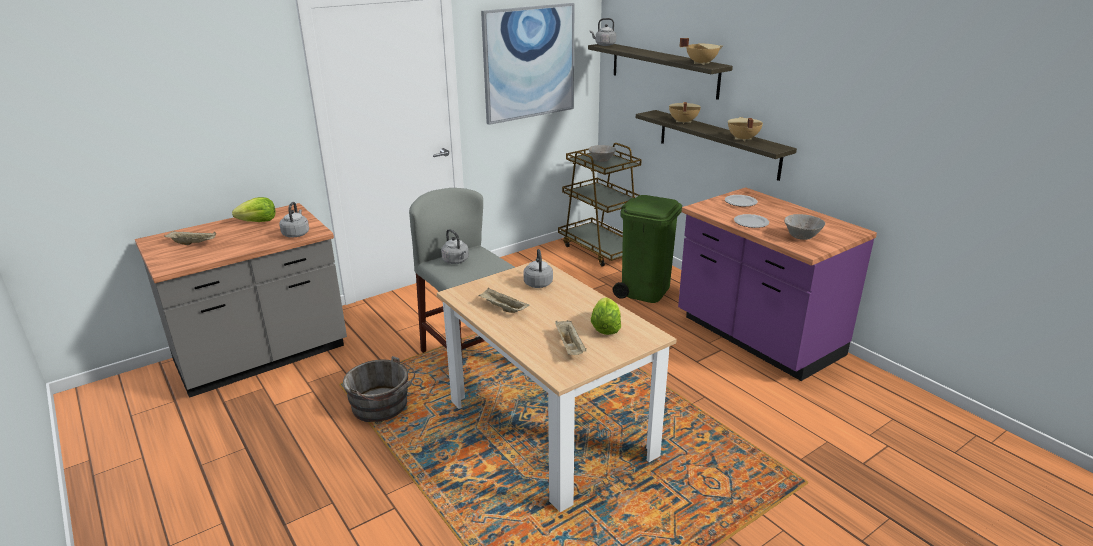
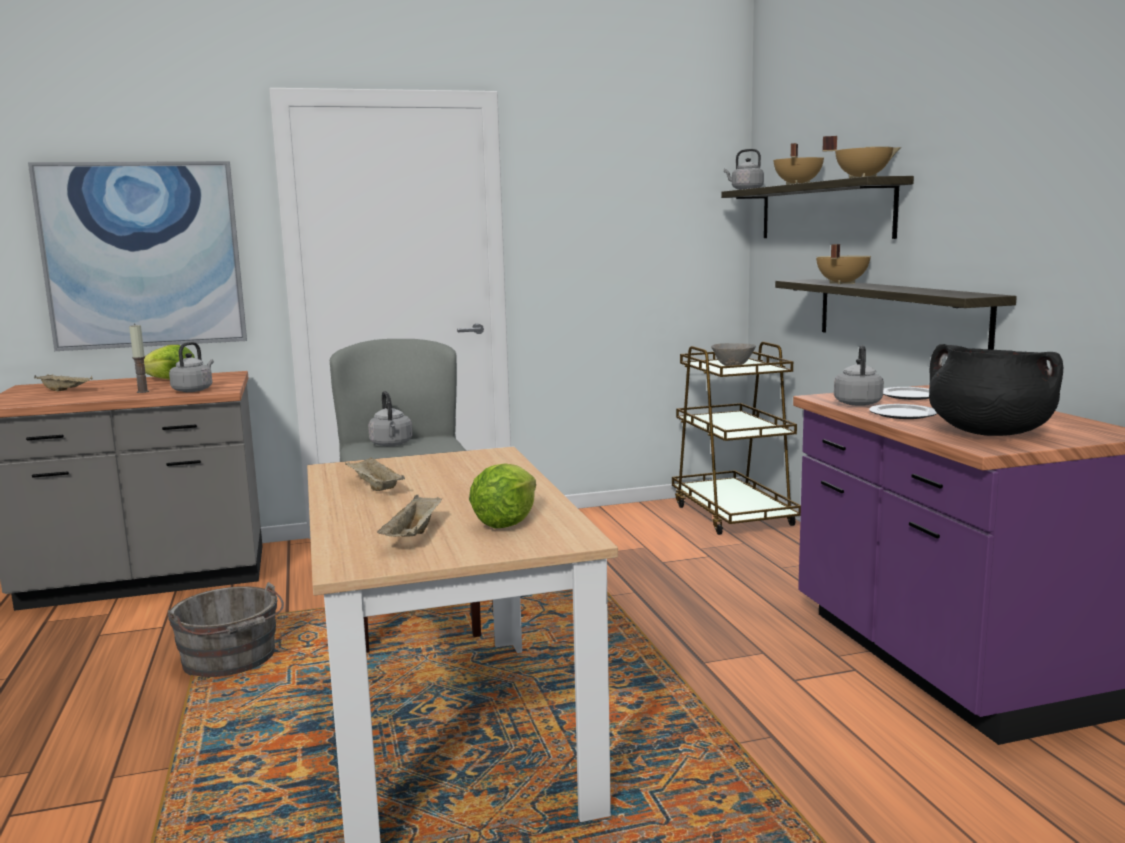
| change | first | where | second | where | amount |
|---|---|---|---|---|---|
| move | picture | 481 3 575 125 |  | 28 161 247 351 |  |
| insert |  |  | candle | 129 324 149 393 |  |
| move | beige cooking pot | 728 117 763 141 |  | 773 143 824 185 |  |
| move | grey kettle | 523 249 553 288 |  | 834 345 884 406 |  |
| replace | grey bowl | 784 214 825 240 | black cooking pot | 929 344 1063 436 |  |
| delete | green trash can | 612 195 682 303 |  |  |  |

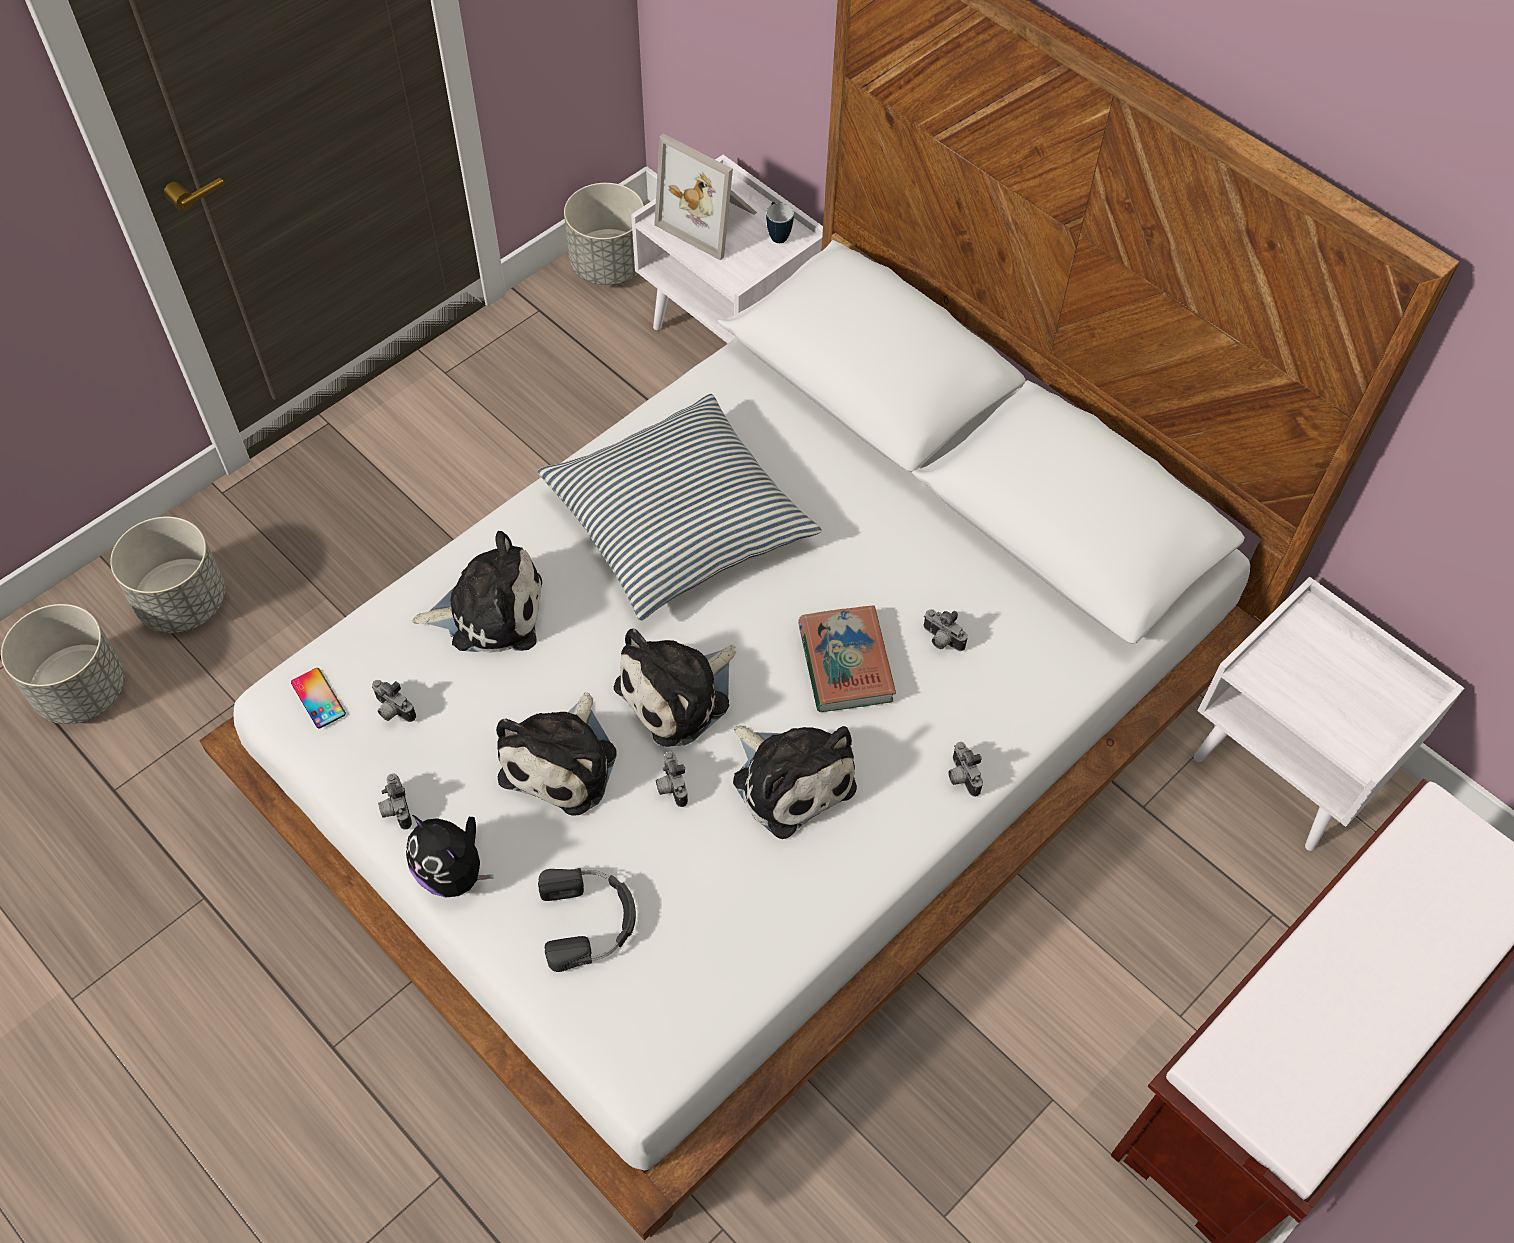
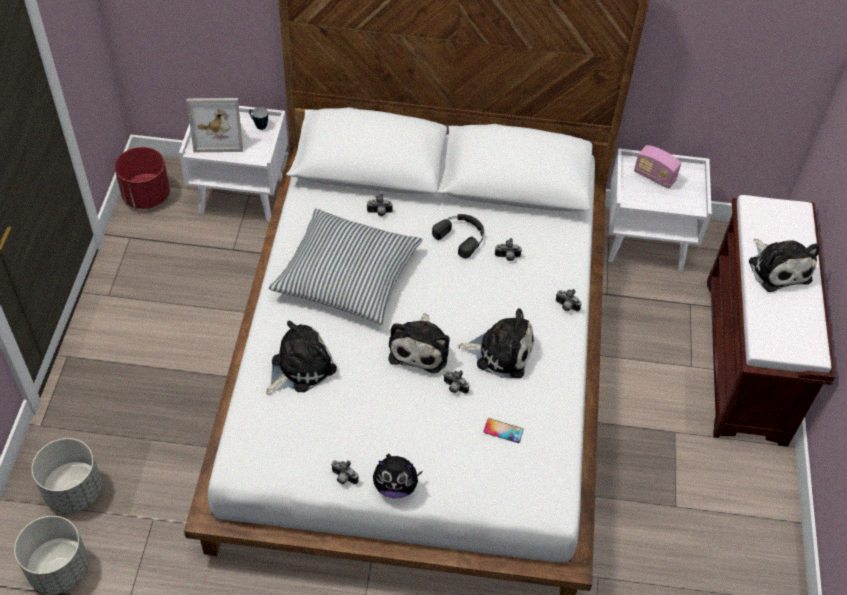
| change | first | where | second | where | amount |
|---|---|---|---|---|---|
| recolor | grey planter | 564 183 644 285 | red planter | 114 147 170 209 |  |
| move | photo camera | 372 680 416 722 |  | 367 194 393 216 |  |
| move | black headphones | 538 868 636 972 |  | 432 214 484 258 |  |
| move | phone | 291 668 346 729 |  | 483 418 524 443 |  |
| insert |  |  | radio | 634 145 681 189 |  |
| move | plush toy | 496 692 617 815 |  | 749 239 819 292 |  |
| delete | book | 798 606 896 712 |  |  |  |

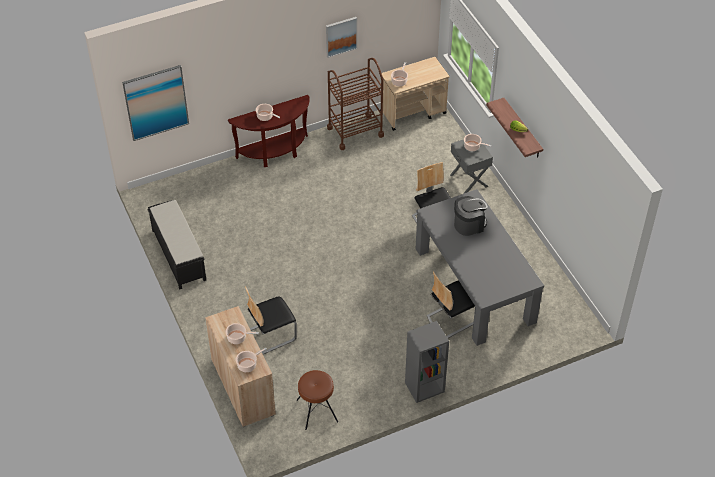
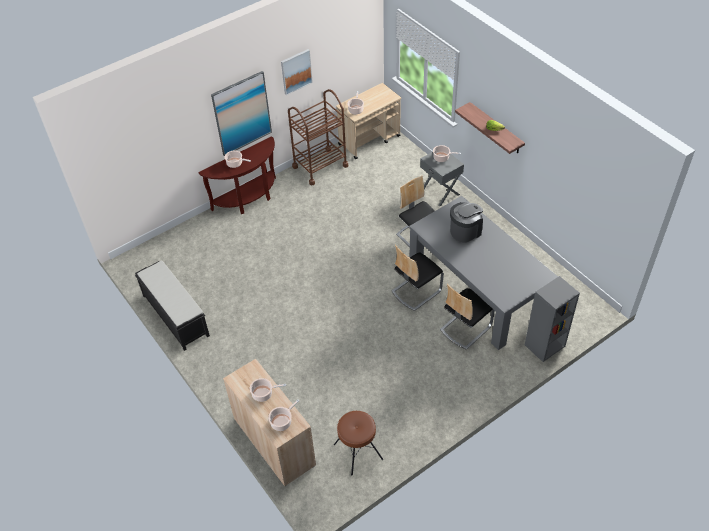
| change | first | where | second | where | amount |
|---|---|---|---|---|---|
| move | picture | 122 65 189 141 |  | 211 71 272 156 |  |
| move | chair | 245 286 297 354 |  | 392 245 444 311 |  |
| move | grey bookcase | 405 321 449 403 |  | 525 276 580 362 |  |

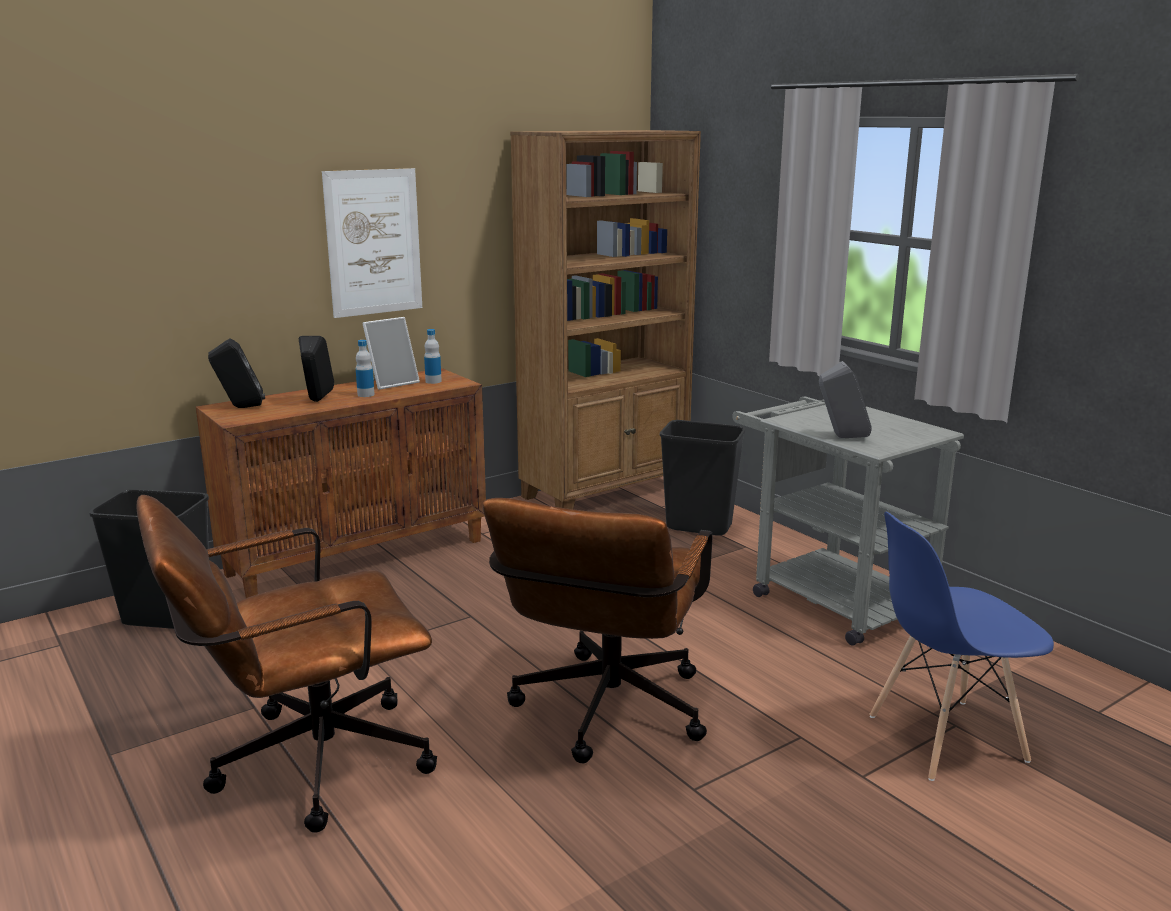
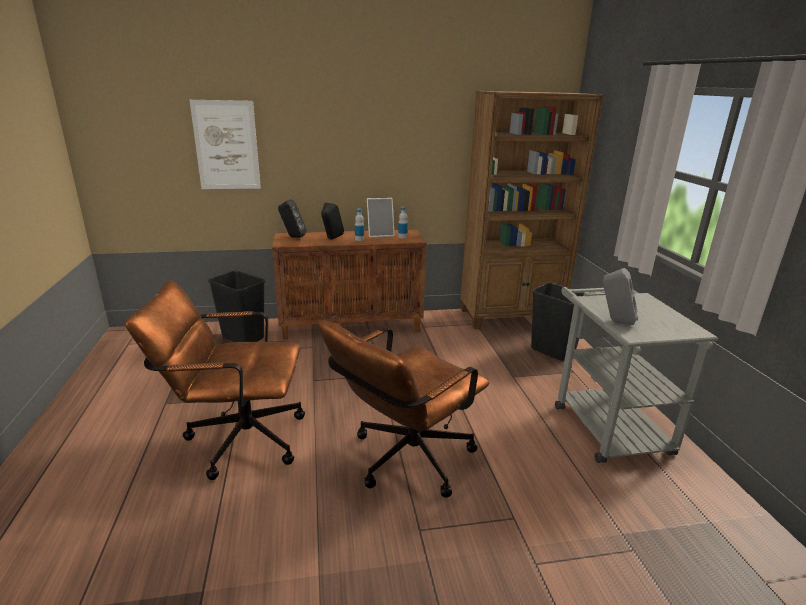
| change | first | where | second | where | amount |
|---|---|---|---|---|---|
| move | picture | 322 168 422 318 |  | 190 100 261 189 |  |
| delete | blue chair | 869 512 1054 781 |  |  |  |

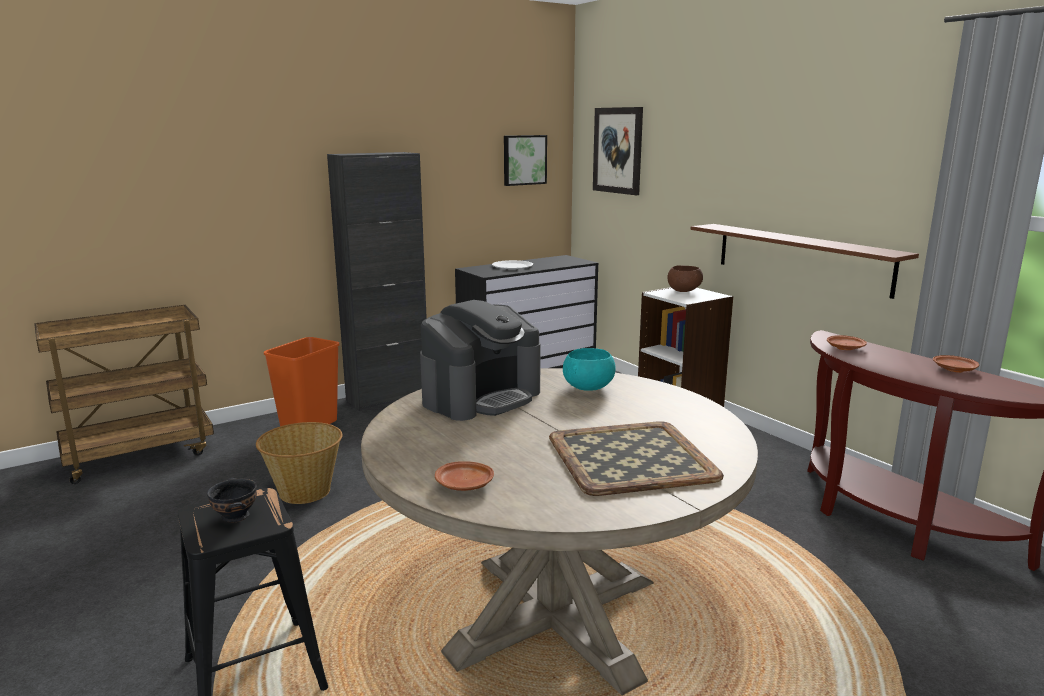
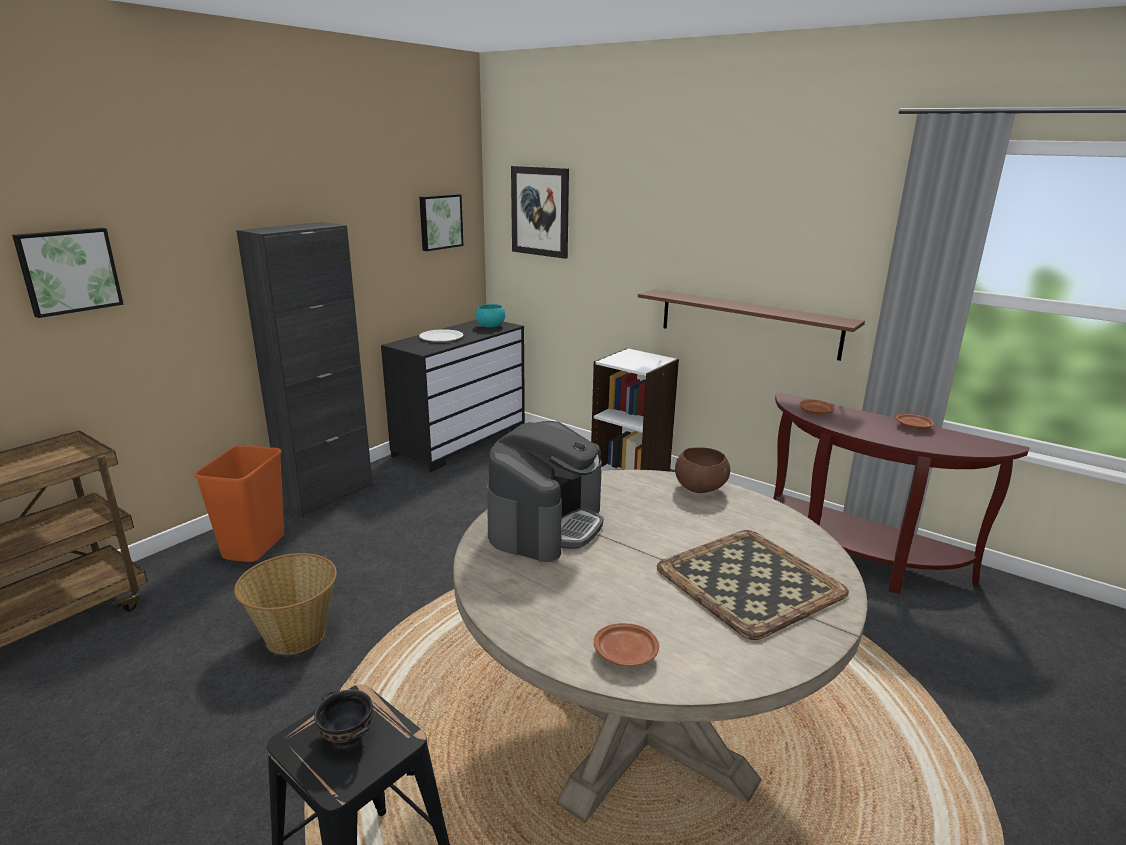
| change | first | where | second | where | amount |
|---|---|---|---|---|---|
| insert |  |  | picture | 12 228 124 318 |  |
| move | turquoise bowl | 563 348 616 391 |  | 476 304 505 327 |  |
| move | brown bowl | 667 265 703 292 |  | 675 447 730 493 |  |

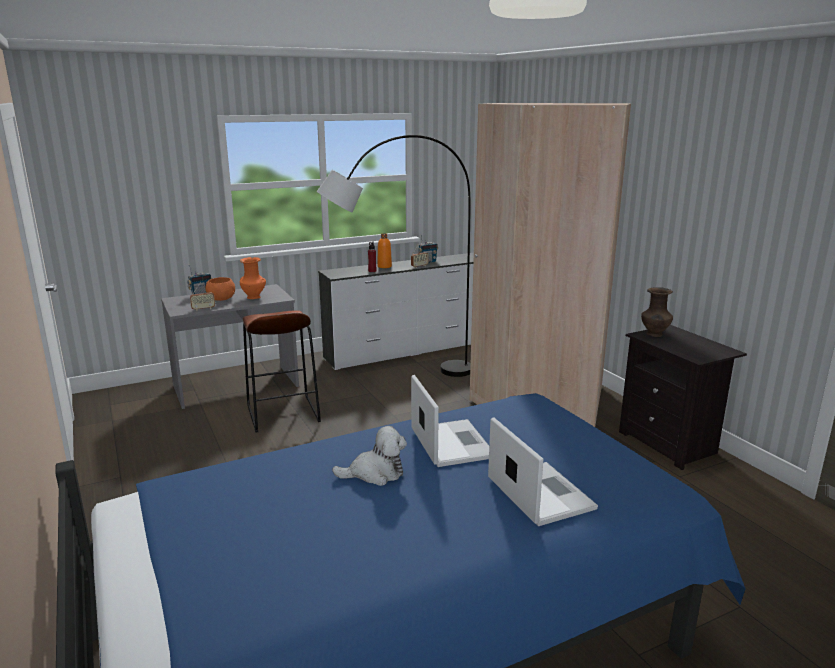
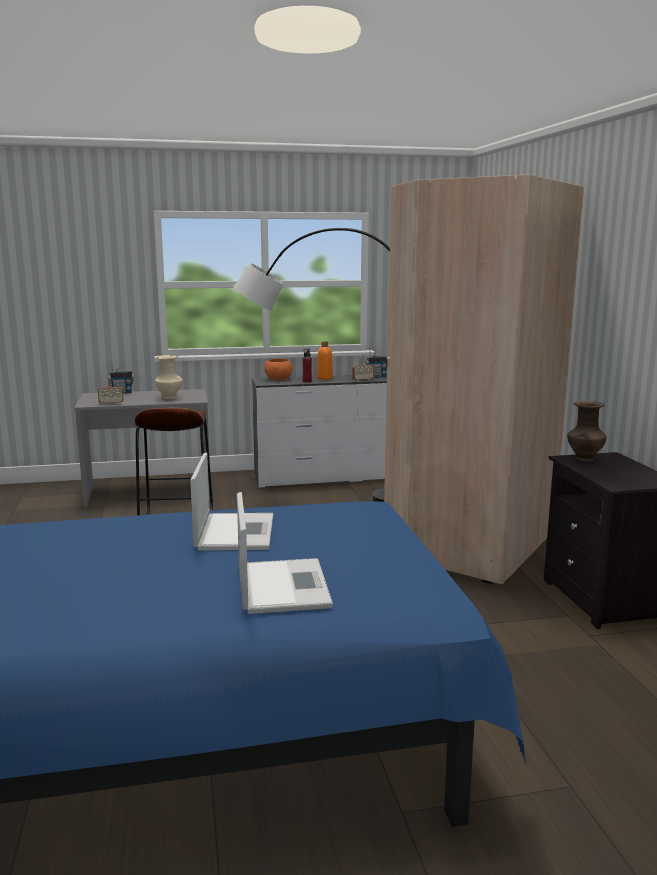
| change | first | where | second | where | amount |
|---|---|---|---|---|---|
| recolor | orange vase | 240 257 266 299 | beige vase | 155 355 183 399 |  |
| move | orange bowl | 206 277 235 301 |  | 264 358 293 380 |  |
| delete | plush toy | 332 426 407 486 |  |  |  |

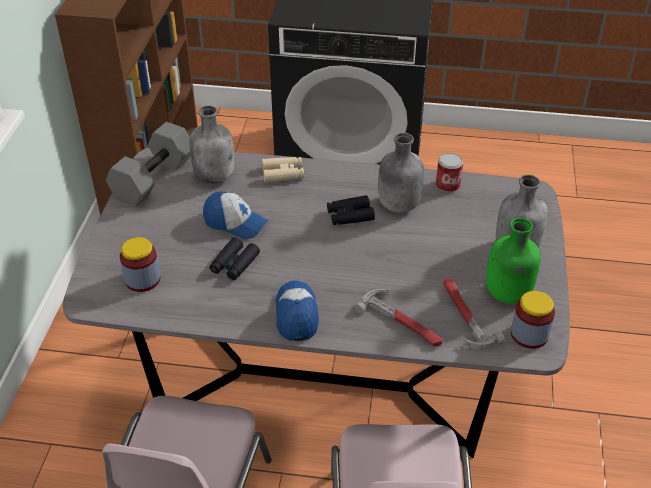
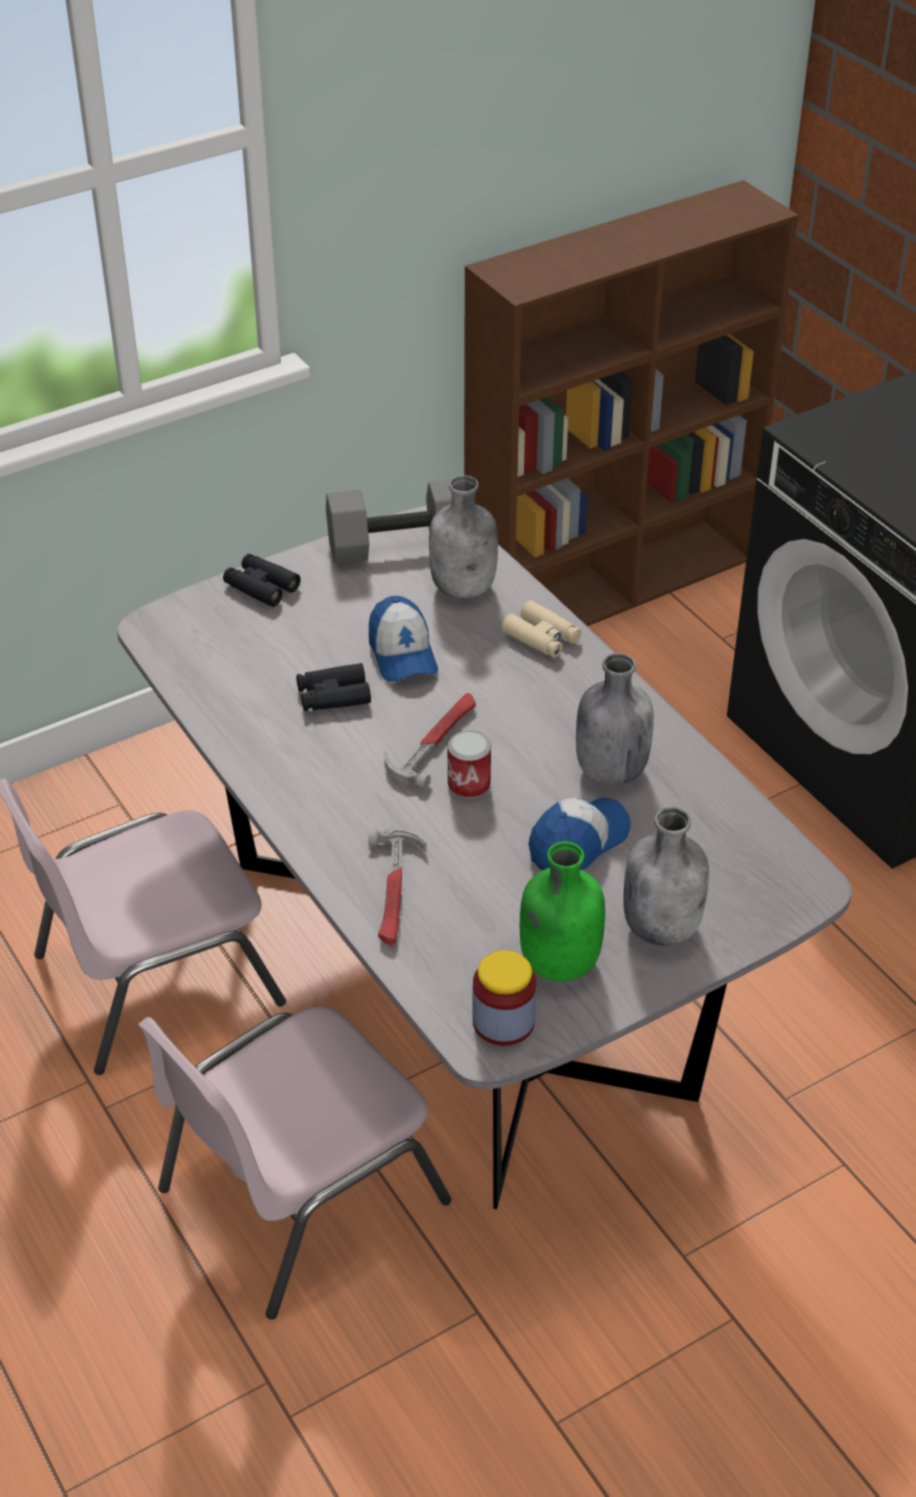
| change | first | where | second | where | amount |
|---|---|---|---|---|---|
| move | black binoculars | 327 195 375 225 |  | 223 554 300 607 |  |
| move | hammer | 443 279 505 350 |  | 384 693 476 790 |  |
| move | can | 436 153 463 193 |  | 447 730 491 799 |  |
| move | cap | 276 280 319 341 |  | 529 797 631 870 |  |
| delete | jar | 120 237 160 292 |  |  |  |

